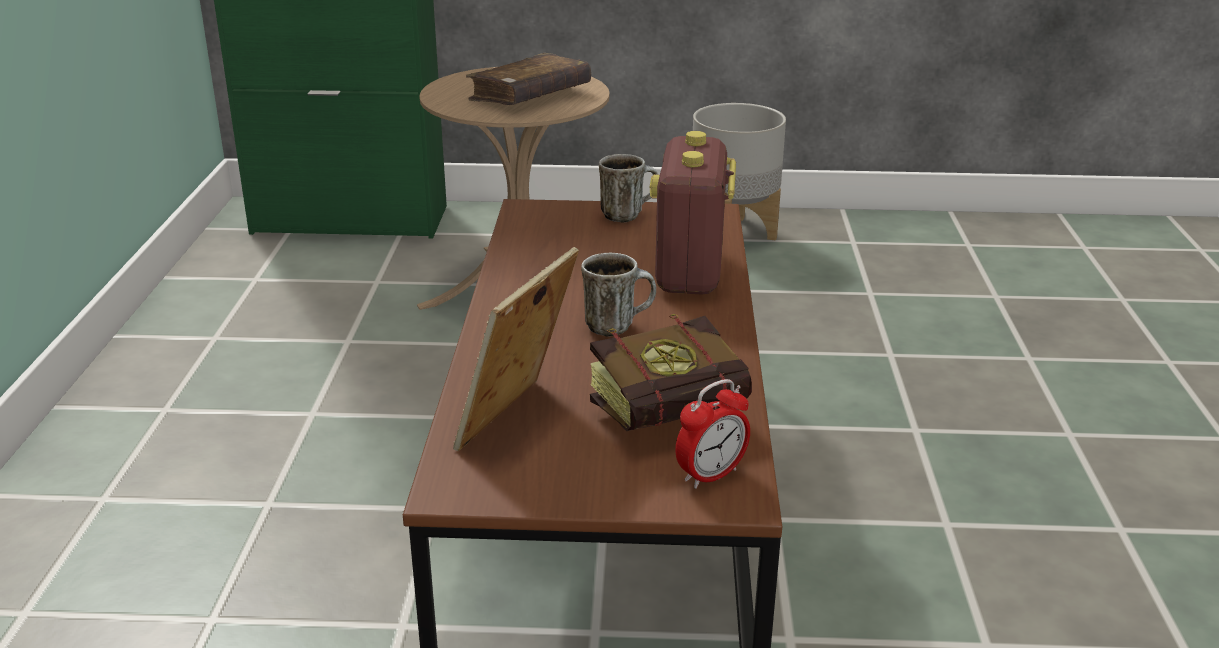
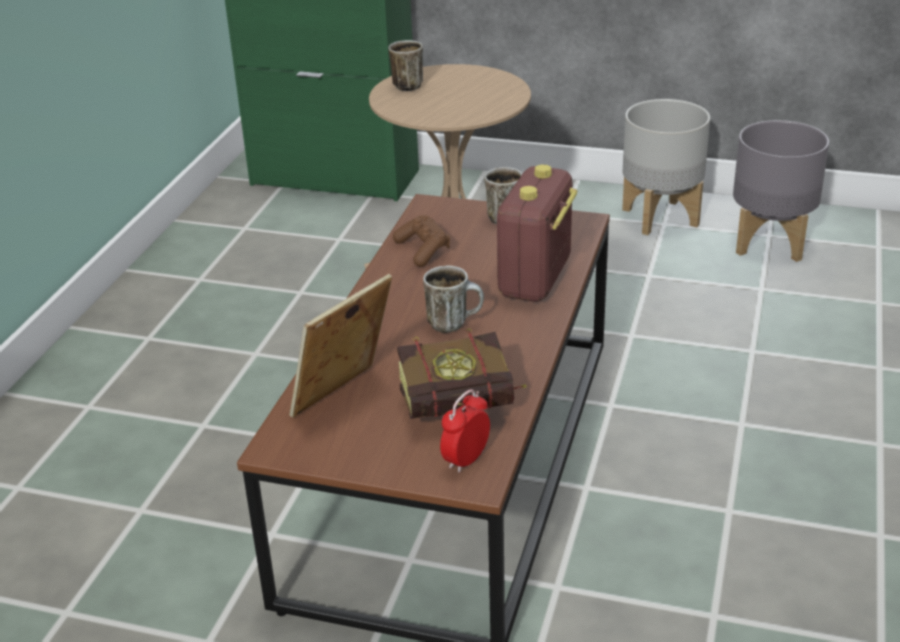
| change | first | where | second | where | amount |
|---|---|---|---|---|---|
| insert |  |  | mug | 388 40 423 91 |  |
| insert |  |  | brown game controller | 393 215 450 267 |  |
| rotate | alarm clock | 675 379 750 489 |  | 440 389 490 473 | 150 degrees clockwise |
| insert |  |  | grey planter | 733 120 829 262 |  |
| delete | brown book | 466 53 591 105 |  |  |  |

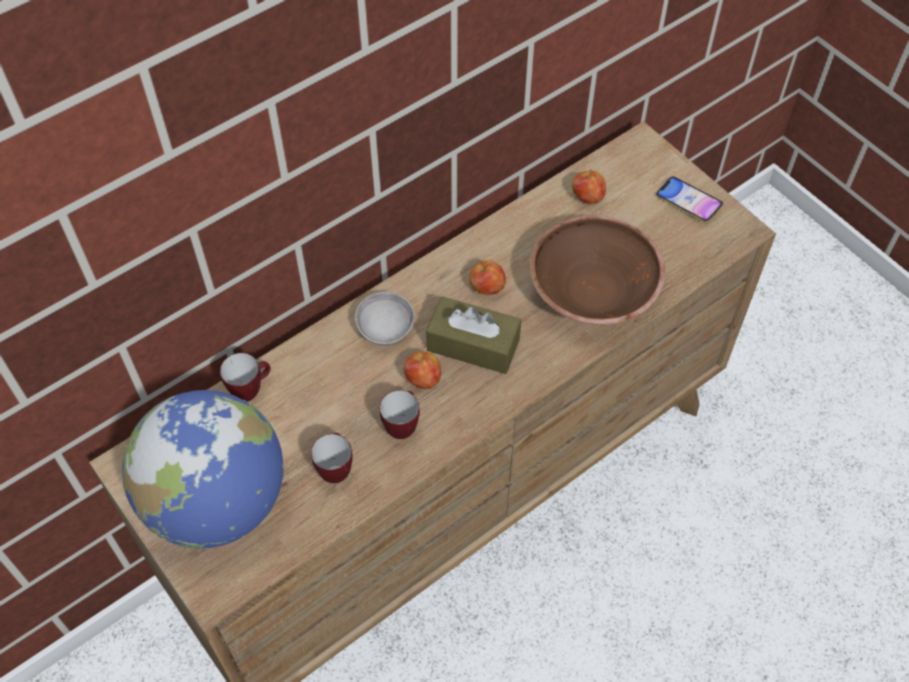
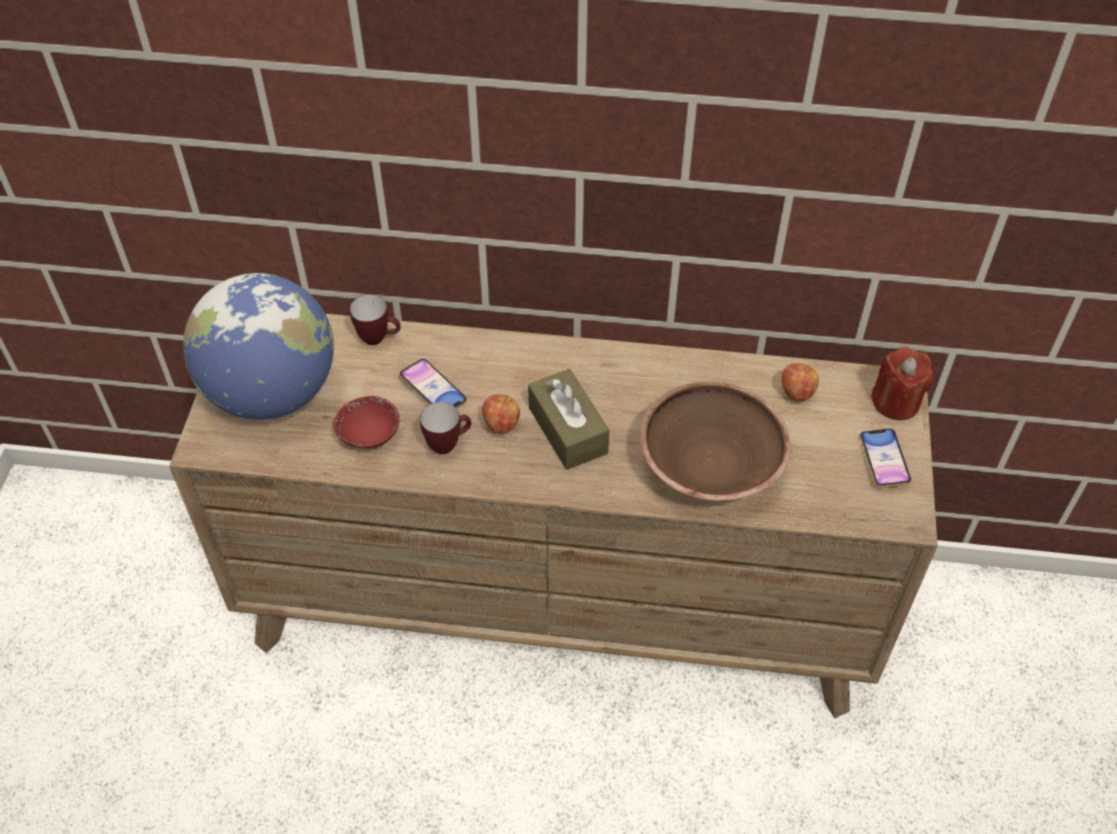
| change | first | where | second | where | amount |
|---|---|---|---|---|---|
| replace | mug | 311 433 353 483 | red bowl | 333 396 400 449 |  |
| insert |  |  | phone | 399 359 467 408 |  |
| insert |  |  | red candle | 871 347 933 420 |  |
| delete | grey bowl | 355 292 415 346 |  |  |  |
| delete | apple | 469 260 506 295 |  |  |  |

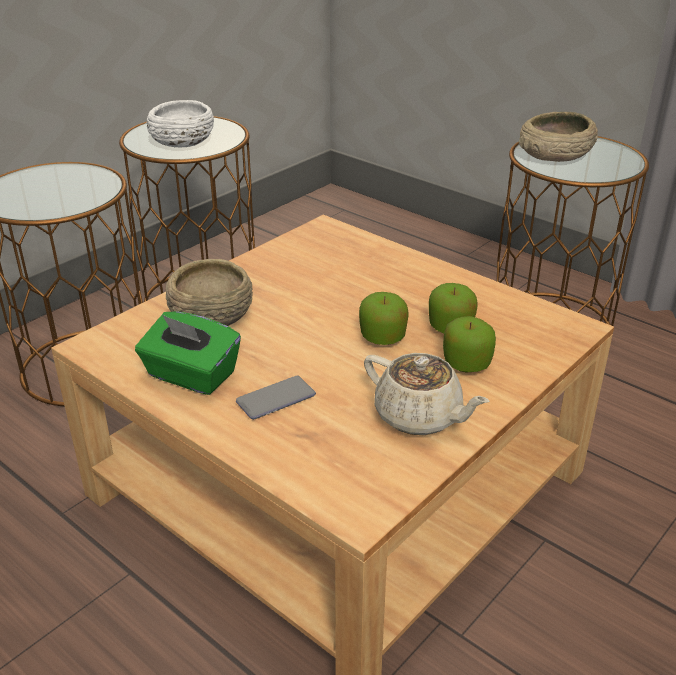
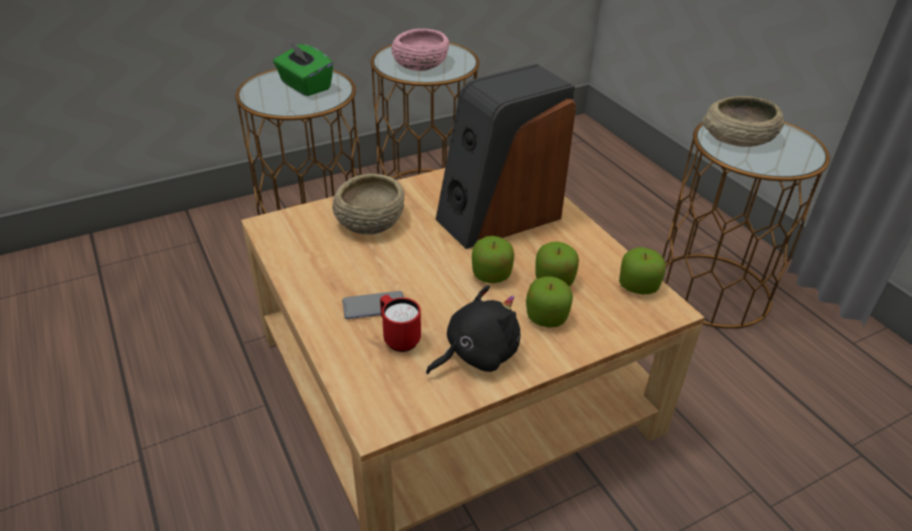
| change | first | where | second | where | amount |
|---|---|---|---|---|---|
| move | green tissue box | 135 311 241 395 |  | 273 41 333 96 |  |
| insert |  |  | red mug | 380 295 421 352 |  |
| recolor | white bowl | 147 100 214 147 | pink bowl | 392 29 449 71 |  |
| replace | beige teapot | 364 353 490 435 | black plush toy | 426 285 520 374 |  |
| insert |  |  | speaker | 436 64 576 249 |  |
| insert |  |  | apple | 619 247 666 294 |  |

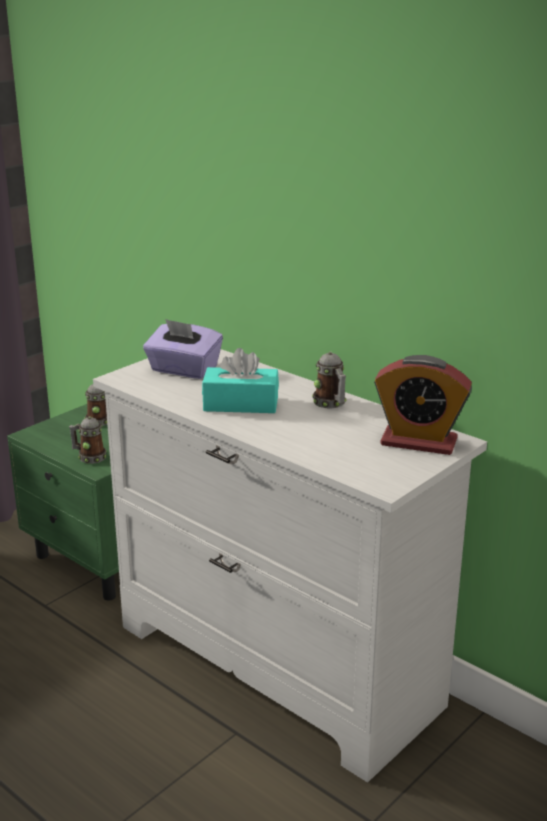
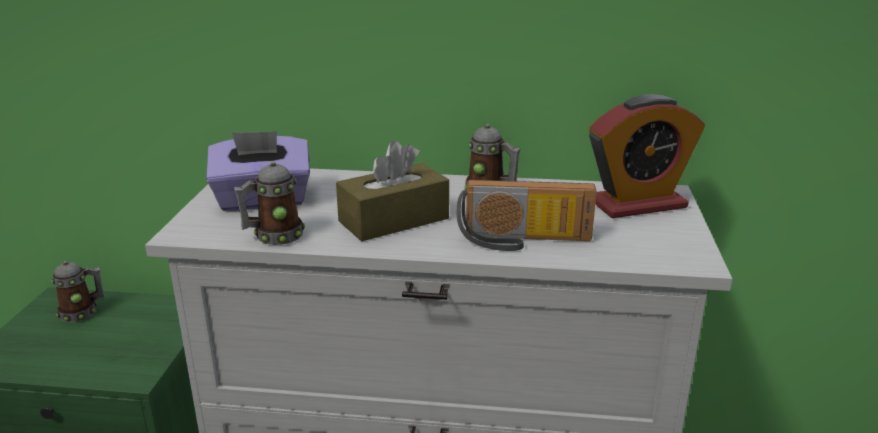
| change | first | where | second | where | amount |
|---|---|---|---|---|---|
| move | mug | 69 416 107 464 |  | 234 162 305 245 |  |
| recolor | turquoise tissue box | 202 348 279 413 | brown tissue box | 336 141 449 241 |  |
| insert |  |  | radio | 456 180 597 251 |  |

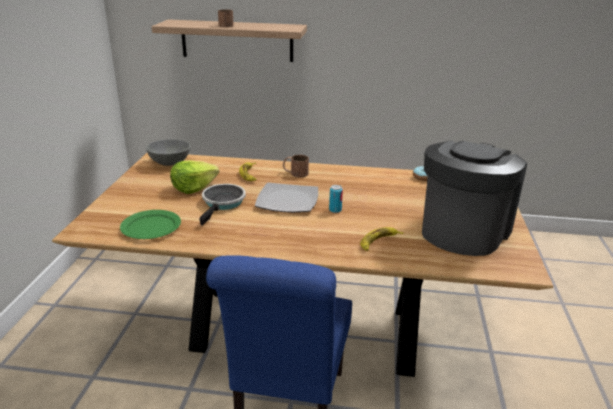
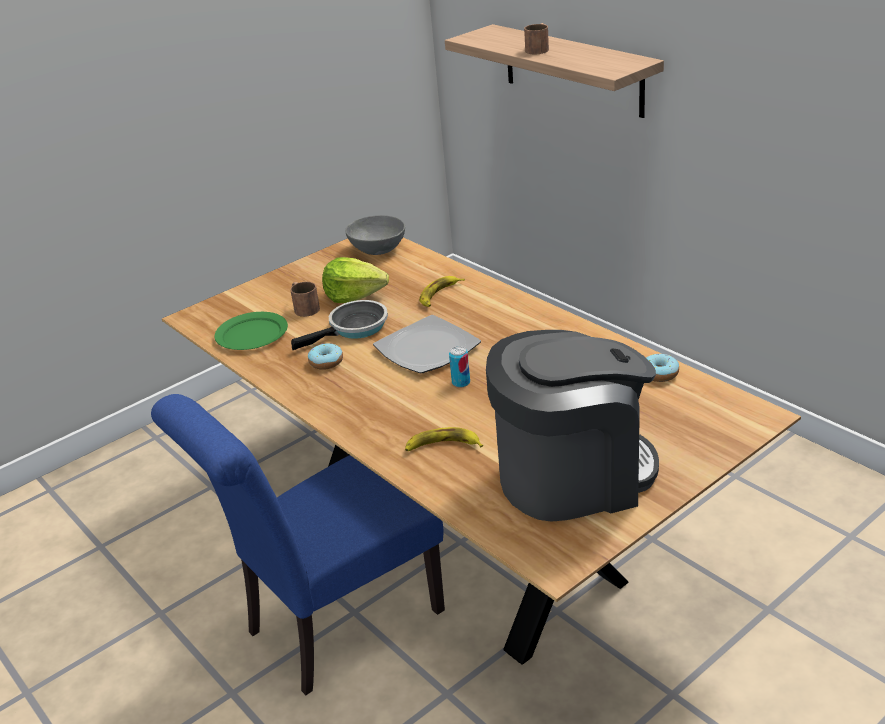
| change | first | where | second | where | amount |
|---|---|---|---|---|---|
| move | brown mug | 283 155 309 178 |  | 290 282 320 317 |  |
| insert |  |  | donut | 308 343 343 370 |  |

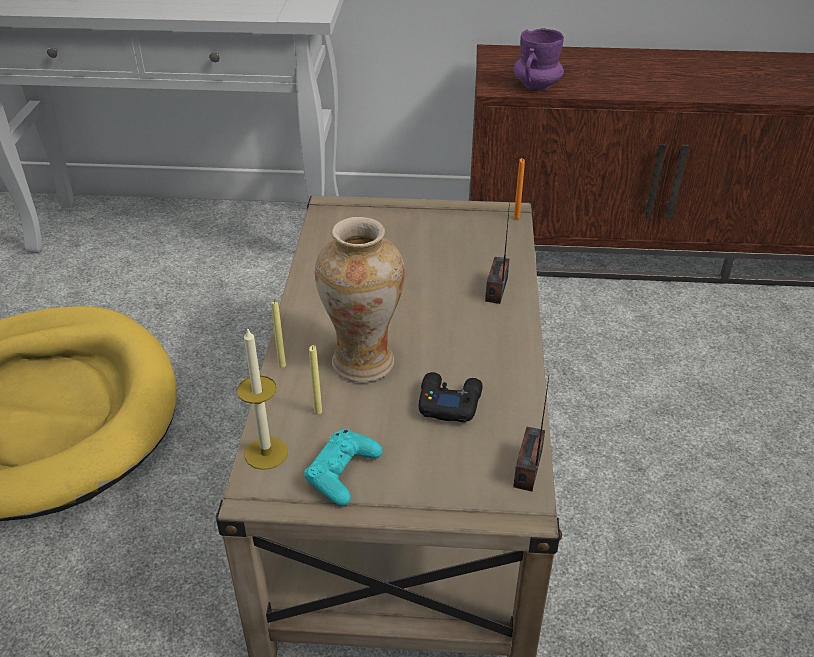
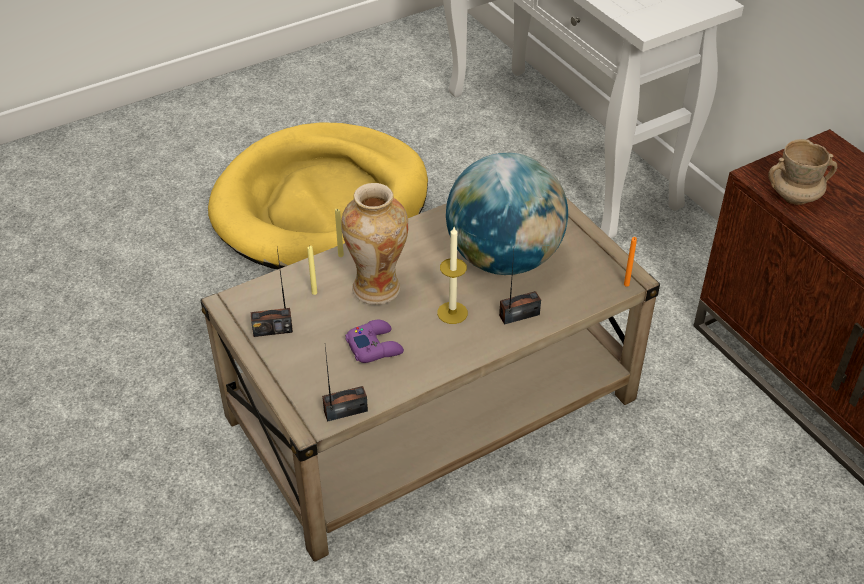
| change | first | where | second | where | amount |
|---|---|---|---|---|---|
| replace | turquoise game controller | 304 429 383 506 | radio | 251 249 293 337 |  |
| recolor | black game controller | 419 372 483 423 | purple game controller | 345 320 404 363 |  |
| move | candle | 237 327 288 470 |  | 437 227 468 324 |  |
| insert |  |  | globe | 446 153 568 275 |  |
| recolor | purple mug | 514 28 564 91 | beige mug | 768 139 837 205 |  |

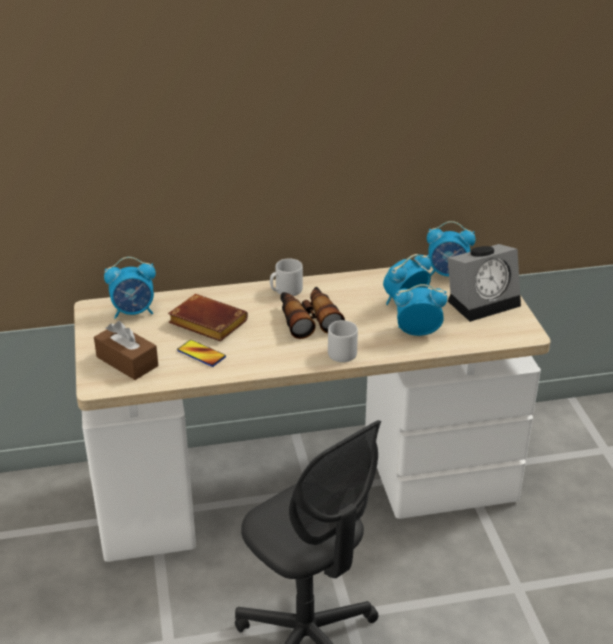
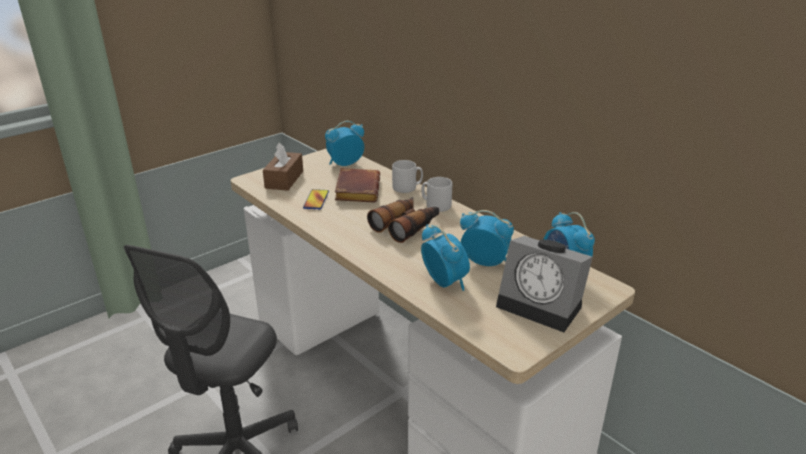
| change | first | where | second | where | amount |
|---|---|---|---|---|---|
| rotate | alarm clock | 104 257 156 319 |  | 325 121 364 166 | 105 degrees clockwise |
| move | grey mug | 328 320 358 362 |  | 392 160 423 193 |  |

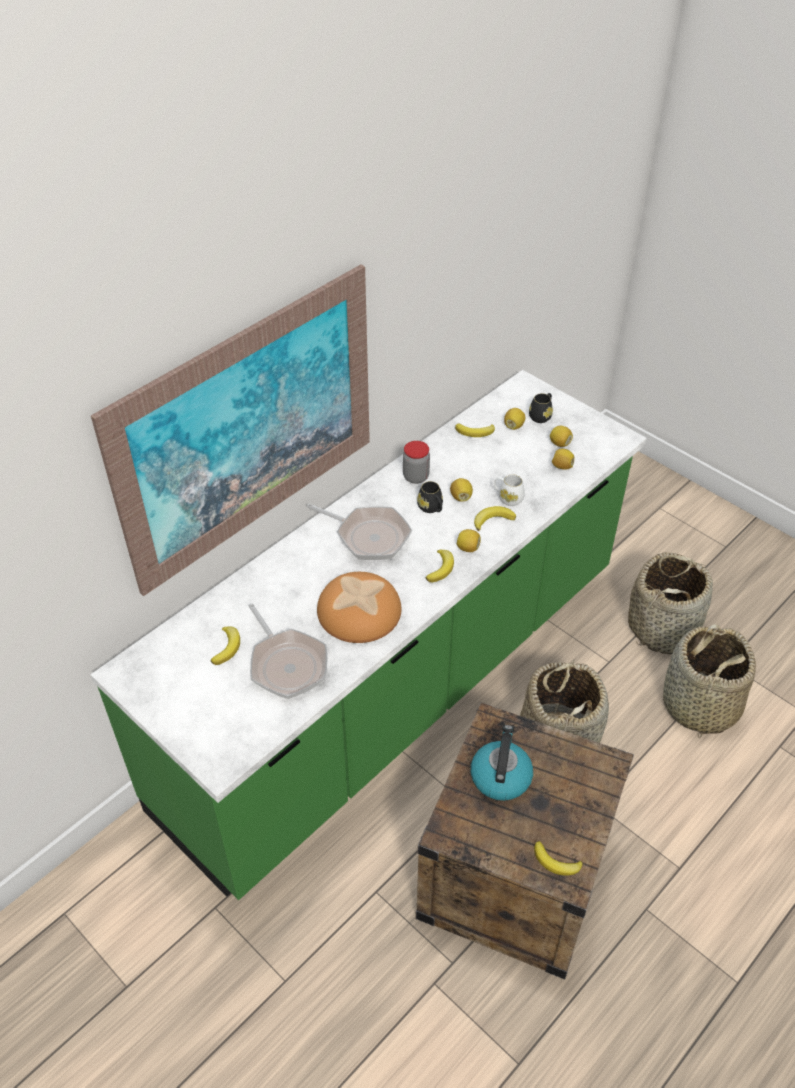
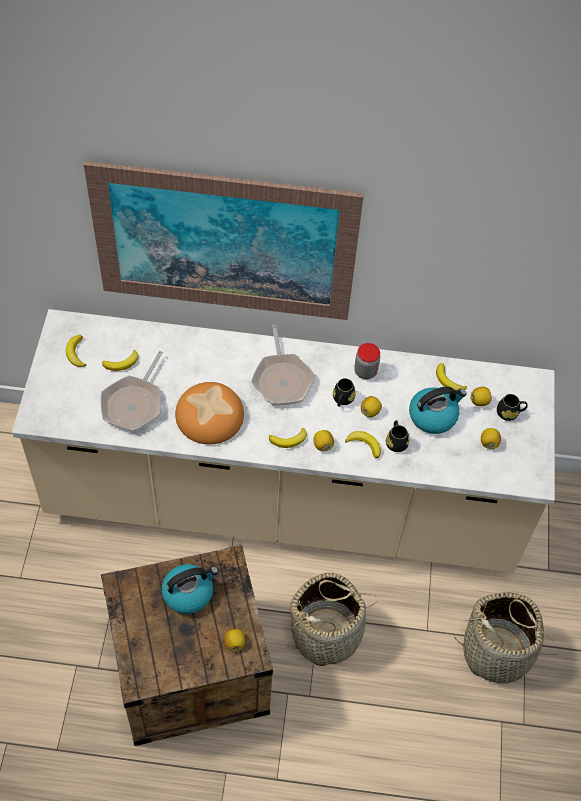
| change | first | where | second | where | amount |
|---|---|---|---|---|---|
| recolor | green counter | 91 370 647 900 | beige counter | 12 309 555 573 |  |
| move | banana | 534 841 583 876 |  | 66 334 86 367 |  |
| move | lemon | 552 449 574 470 |  | 224 629 245 652 |  |
| recolor | white mug | 494 474 525 506 | black mug | 386 420 409 452 |  |
| insert |  |  | kettle | 409 387 467 434 |  |
| delete | basket | 663 624 756 738 |  |  |  |

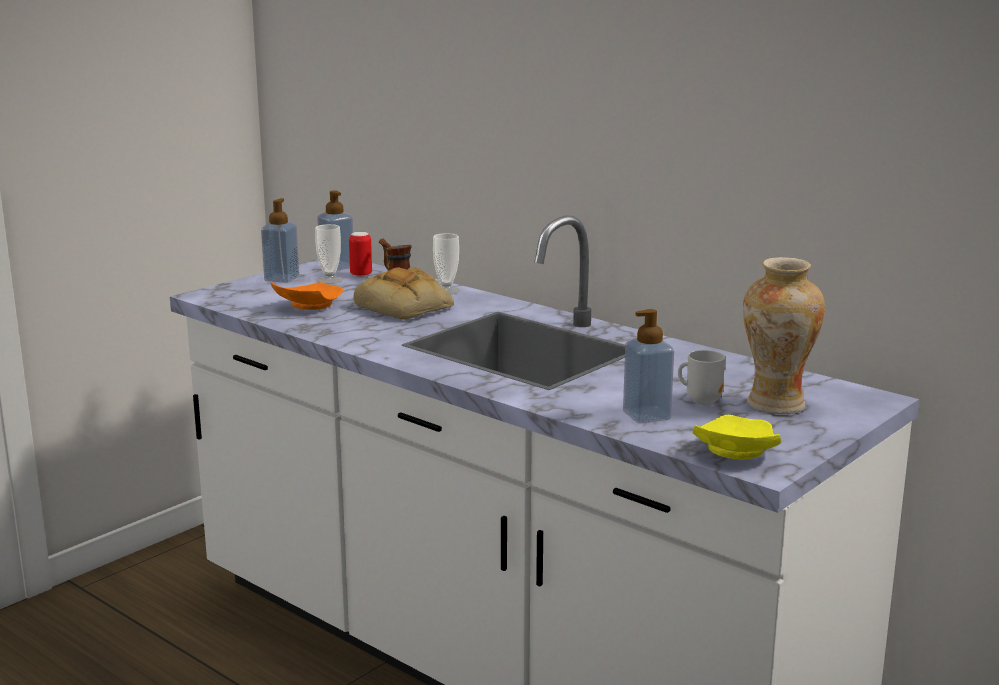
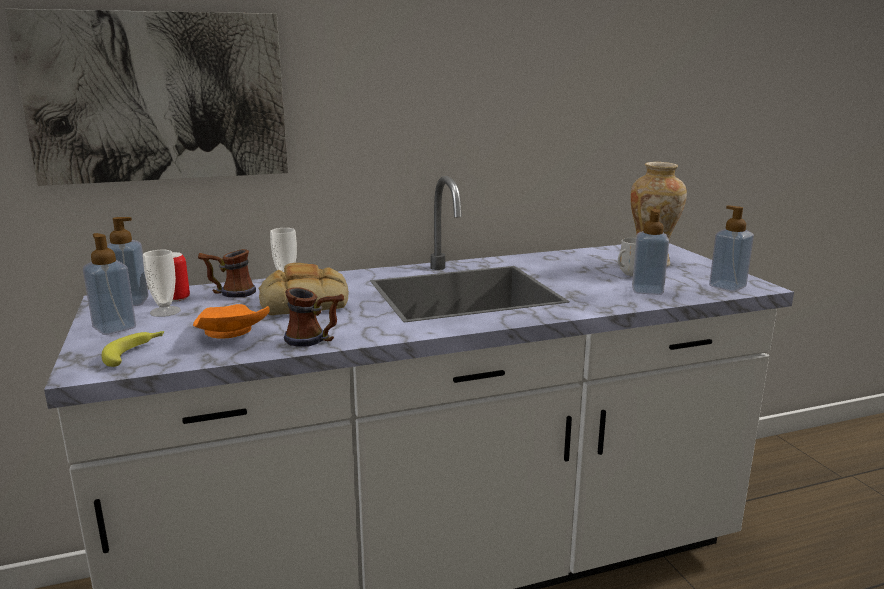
| change | first | where | second | where | amount |
|---|---|---|---|---|---|
| insert |  |  | picture | 5 9 288 186 |  |
| insert |  |  | banana | 102 331 164 367 |  |
| insert |  |  | mug | 284 287 344 347 |  |
| replace | yellow plate | 692 415 781 459 | soap dispenser | 709 205 754 292 |  |

